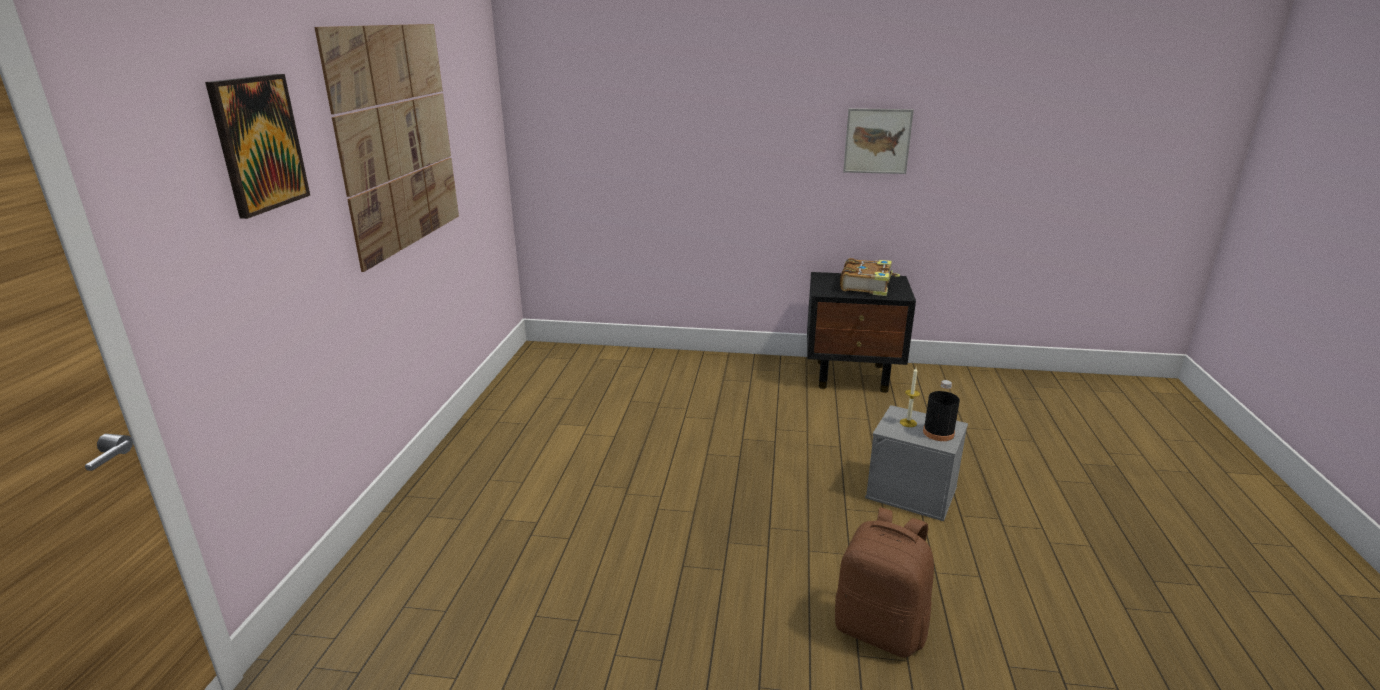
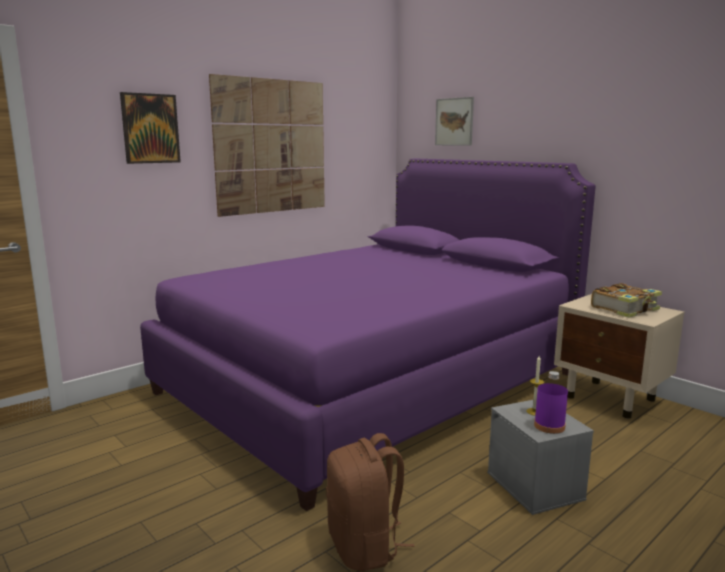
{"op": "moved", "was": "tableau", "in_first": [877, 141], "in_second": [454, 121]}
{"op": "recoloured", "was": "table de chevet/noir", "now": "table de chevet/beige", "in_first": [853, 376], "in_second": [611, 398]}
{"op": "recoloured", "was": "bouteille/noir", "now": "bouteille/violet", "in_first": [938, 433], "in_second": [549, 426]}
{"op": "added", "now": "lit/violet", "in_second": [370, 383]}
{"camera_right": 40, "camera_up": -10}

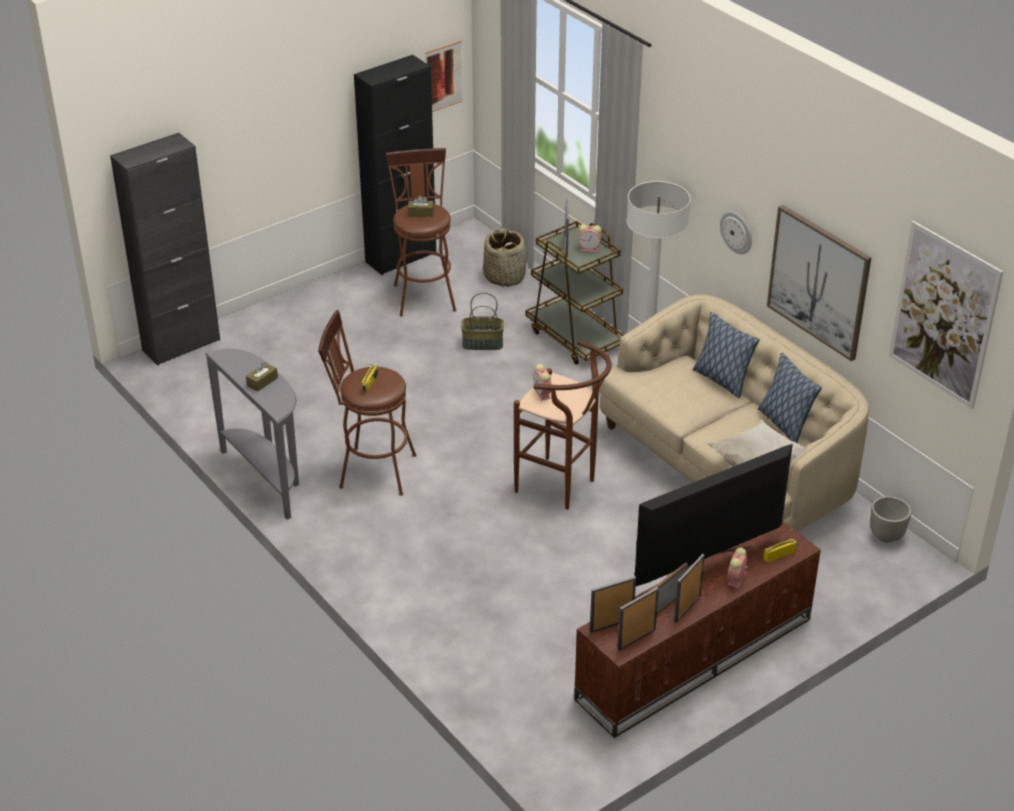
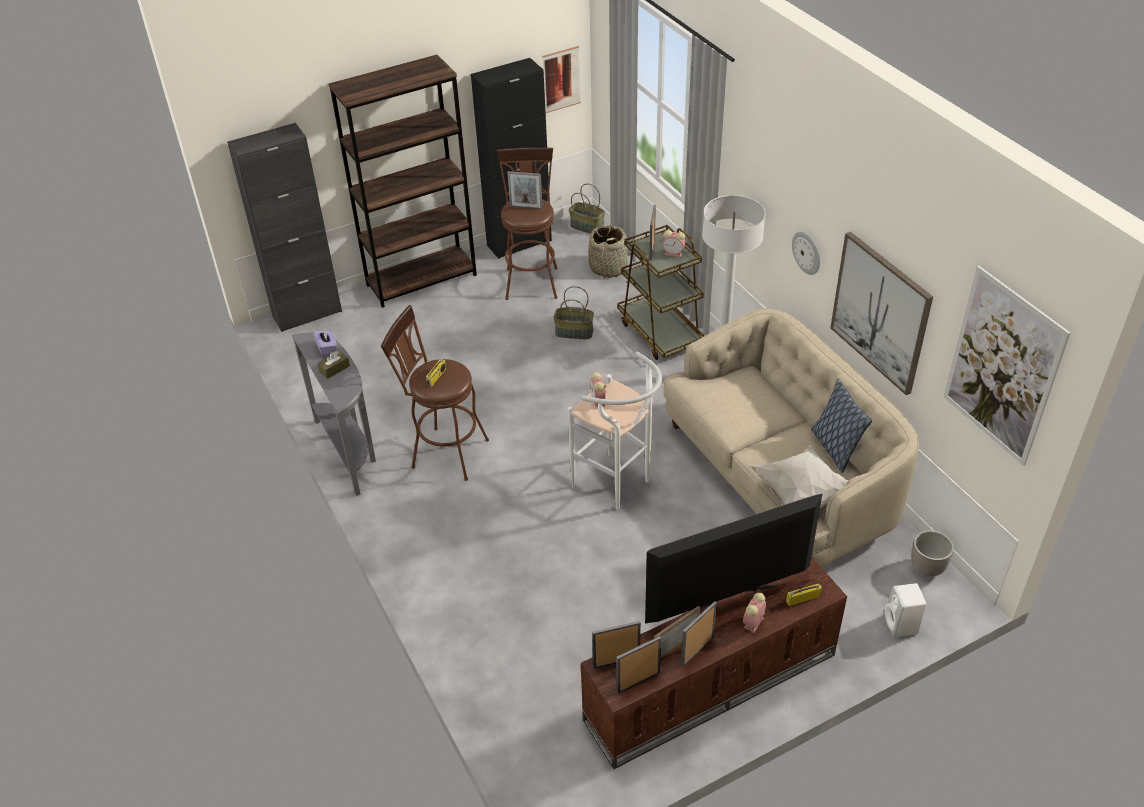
{"op": "replaced", "was": "boîte à mouchoirs/marron", "now": "cadre photo", "in_first": [420, 213], "in_second": [526, 207]}
{"op": "removed", "was": "coussin", "in_first": [721, 380]}
{"op": "recoloured", "was": "tabouret/marron", "now": "tabouret/blanc", "in_first": [562, 487], "in_second": [617, 486]}
{"op": "added", "now": "bibliothèque/marron", "in_second": [422, 280]}
{"op": "added", "now": "panier", "in_second": [587, 226]}
{"op": "added", "now": "boîte à mouchoirs/violet", "in_second": [327, 348]}
{"op": "added", "now": "enceinte/blanc", "in_second": [901, 625]}
{"camera_right": 10, "camera_up": 5}

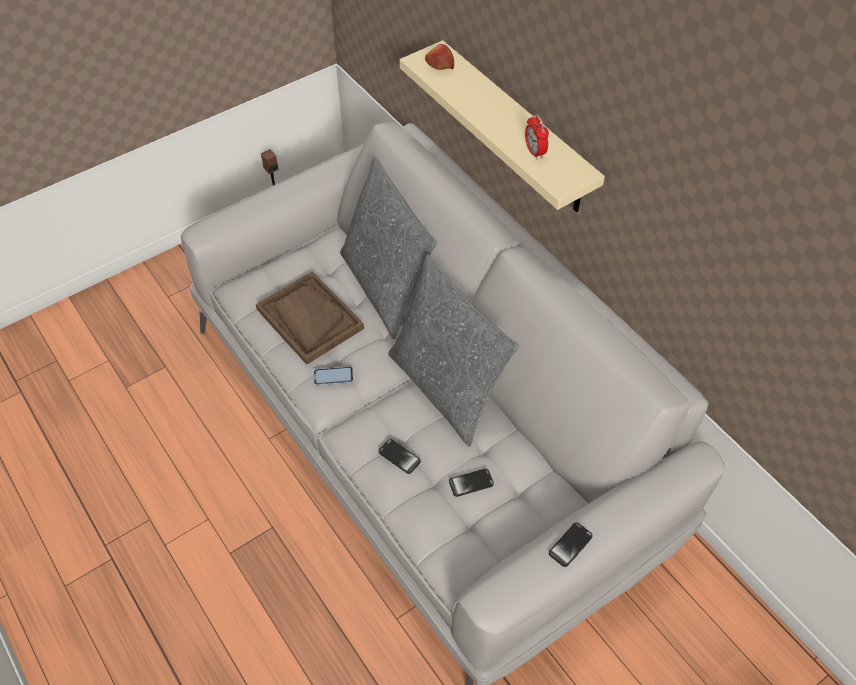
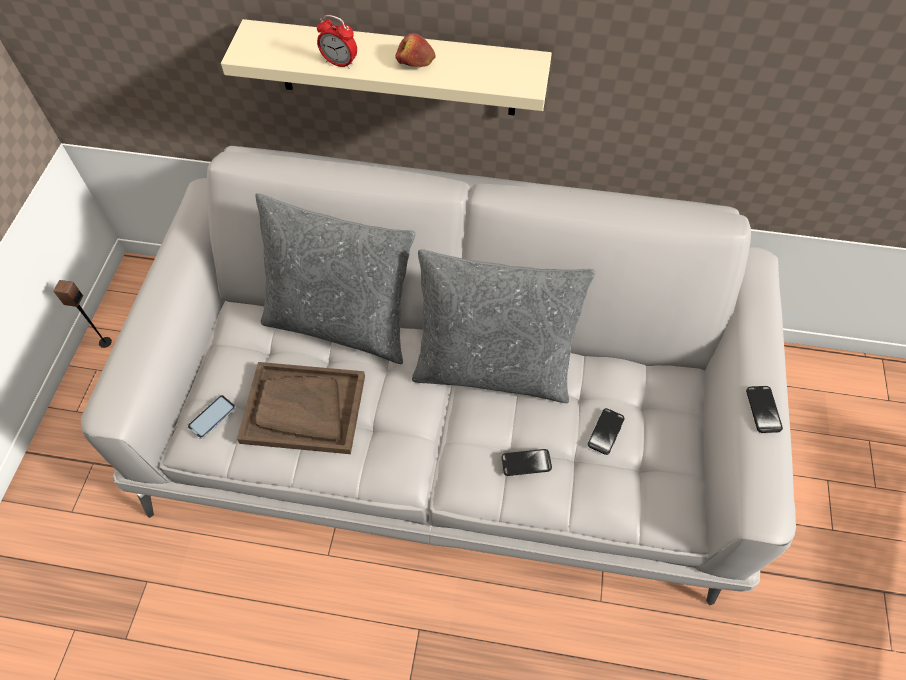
{"op": "moved", "was": "pomme", "in_first": [439, 64], "in_second": [415, 61]}
{"op": "moved", "was": "réveil", "in_first": [534, 152], "in_second": [340, 63]}
{"op": "moved", "was": "téléphone", "in_first": [333, 376], "in_second": [212, 417]}
{"camera_right": -45, "camera_up": 5}

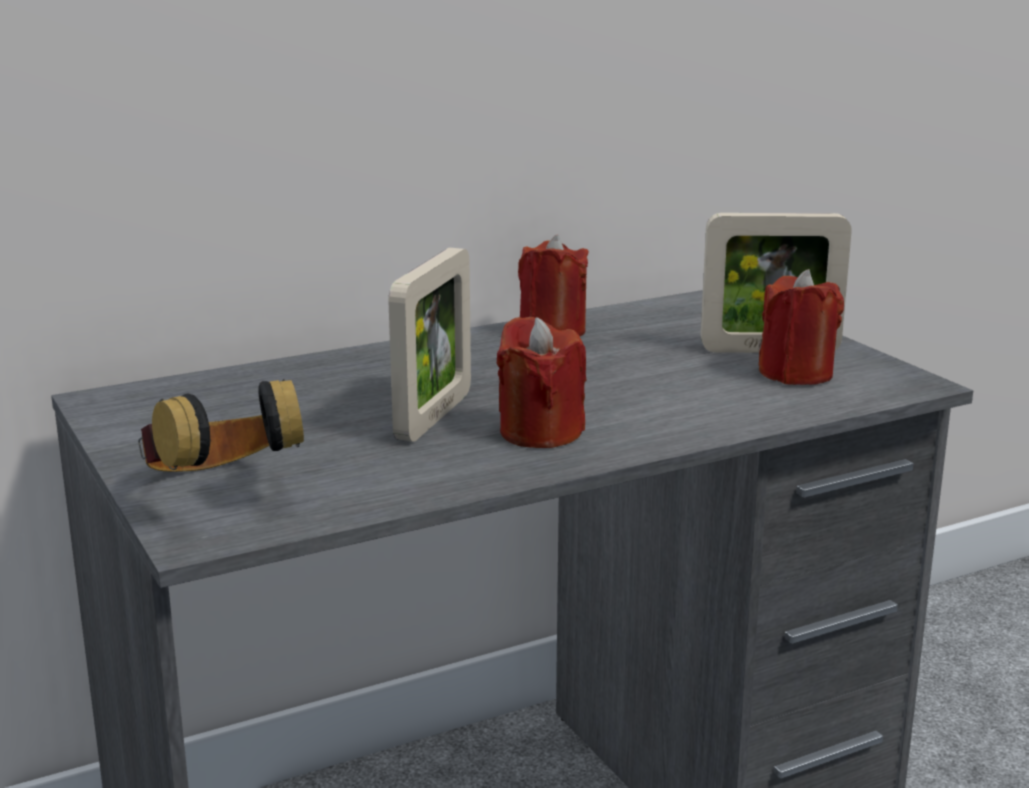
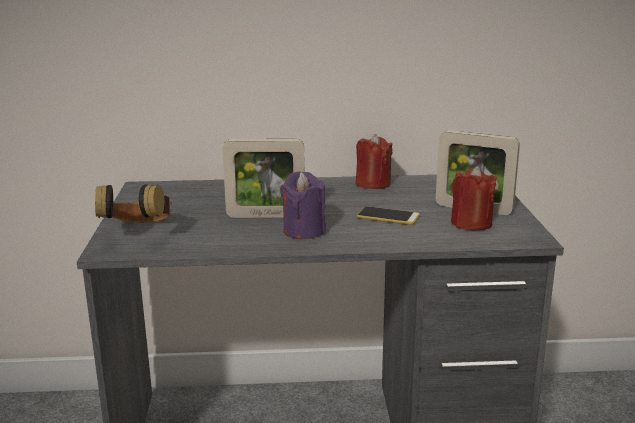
{"op": "turned", "was": "cadre photo", "in_first": [434, 416], "in_second": [265, 216], "clockwise": 45}
{"op": "recoloured", "was": "bougie/rouge", "now": "bougie/violet", "in_first": [540, 432], "in_second": [304, 231]}
{"op": "added", "now": "téléphone", "in_second": [388, 216]}
{"camera_right": 25, "camera_up": 0}

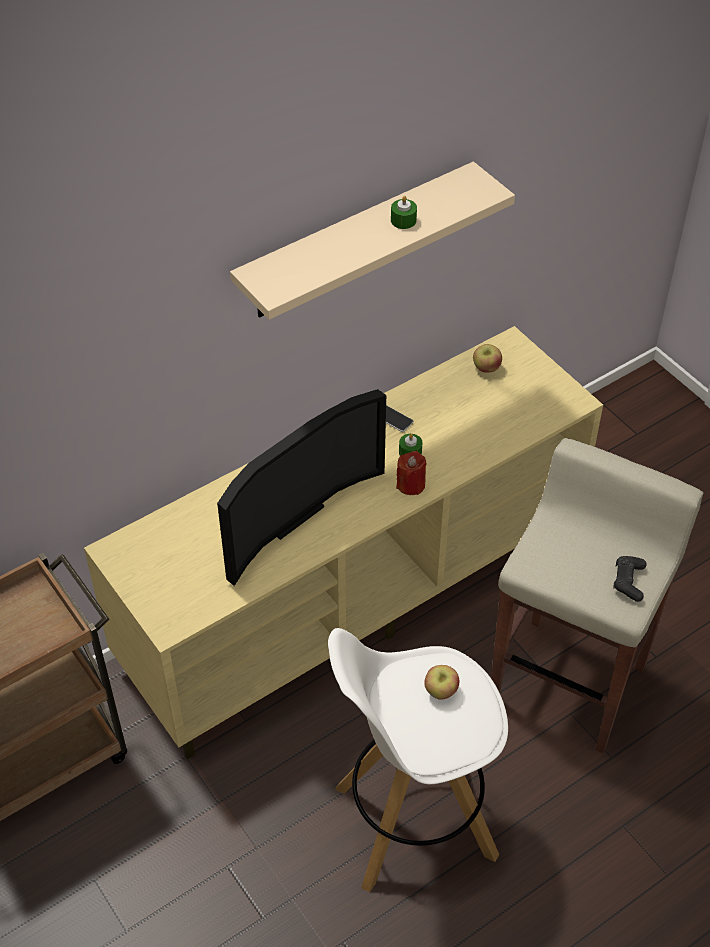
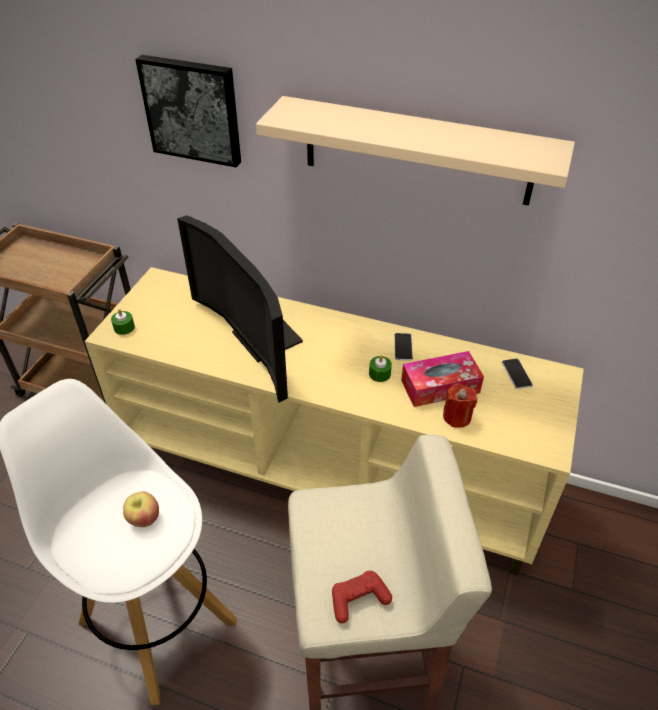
{"op": "moved", "was": "bougie/vert", "in_first": [403, 220], "in_second": [124, 327]}
{"op": "replaced", "was": "pomme", "now": "téléphone", "in_first": [486, 368], "in_second": [516, 374]}
{"op": "turned", "was": "téléviseur", "in_first": [289, 514], "in_second": [257, 340], "clockwise": 45}
{"op": "moved", "was": "bougie/rouge", "in_first": [411, 484], "in_second": [457, 417]}
{"op": "recoloured", "was": "manette/noir", "now": "manette/rouge", "in_first": [628, 581], "in_second": [358, 599]}
{"op": "added", "now": "tableau", "in_second": [193, 110]}
{"op": "added", "now": "boîte à mouchoirs", "in_second": [440, 386]}
{"camera_right": 55, "camera_up": -5}

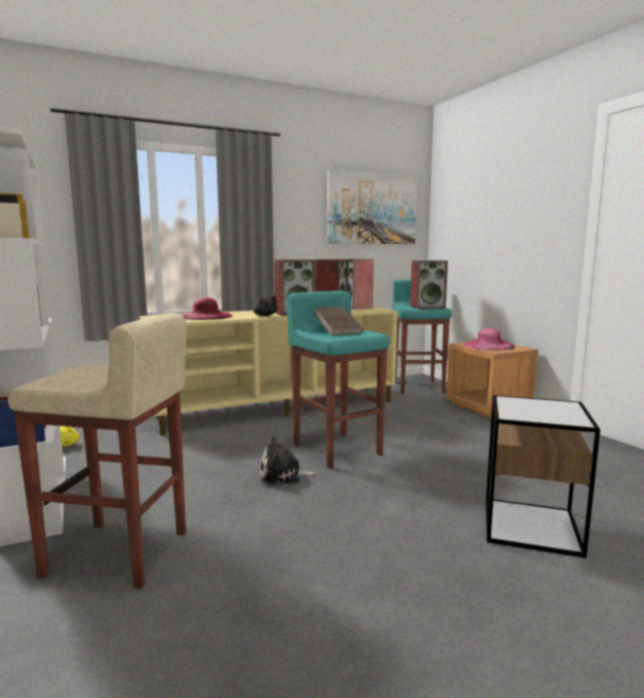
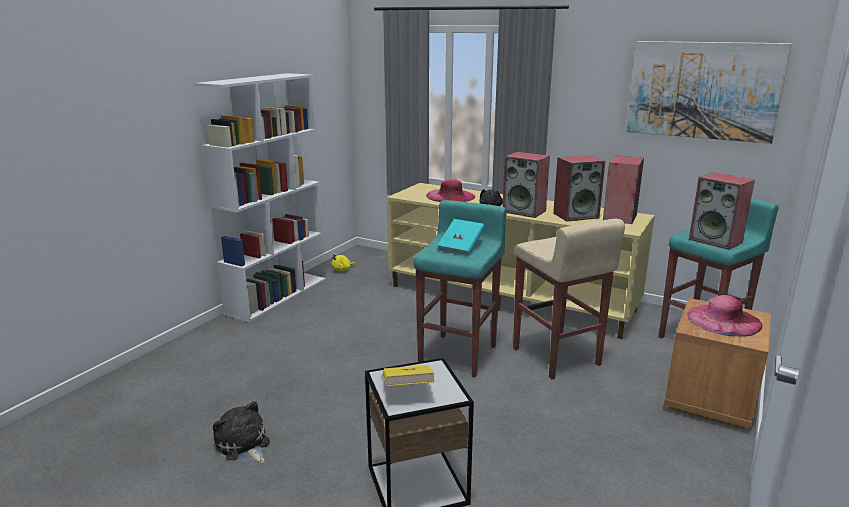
{"op": "recoloured", "was": "livre/marron", "now": "livre/turquoise", "in_first": [337, 331], "in_second": [461, 247]}
{"op": "moved", "was": "tabouret/beige", "in_first": [118, 554], "in_second": [556, 357]}
{"op": "moved", "was": "peluche", "in_first": [283, 476], "in_second": [243, 446]}
{"op": "added", "now": "livre/jaune", "in_second": [407, 389]}
{"camera_right": 55, "camera_up": 10}

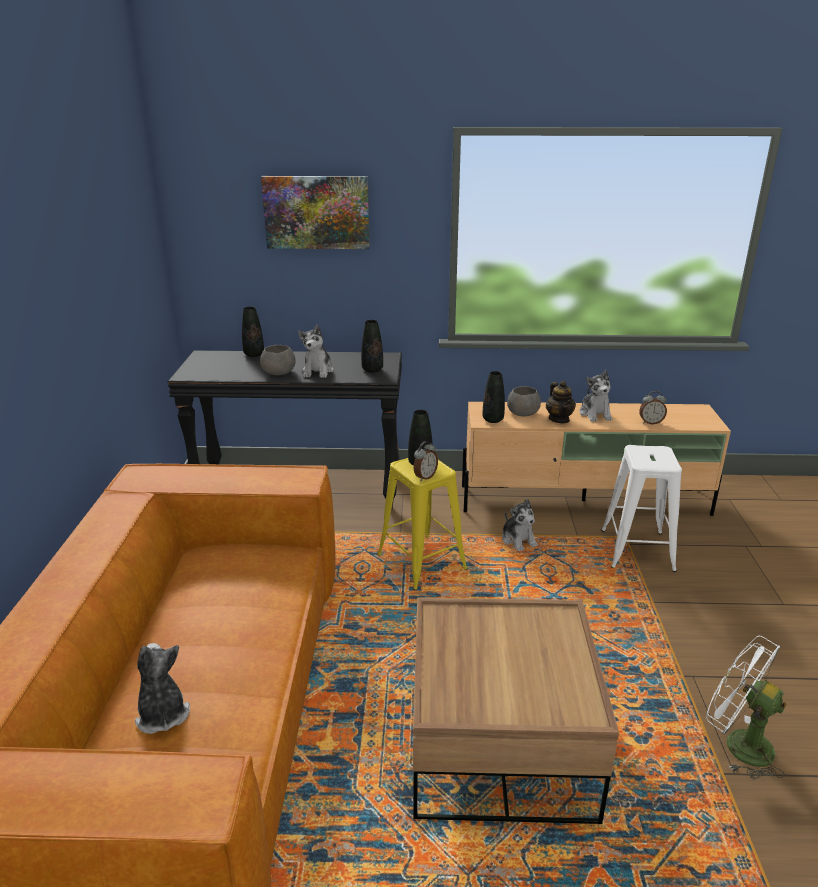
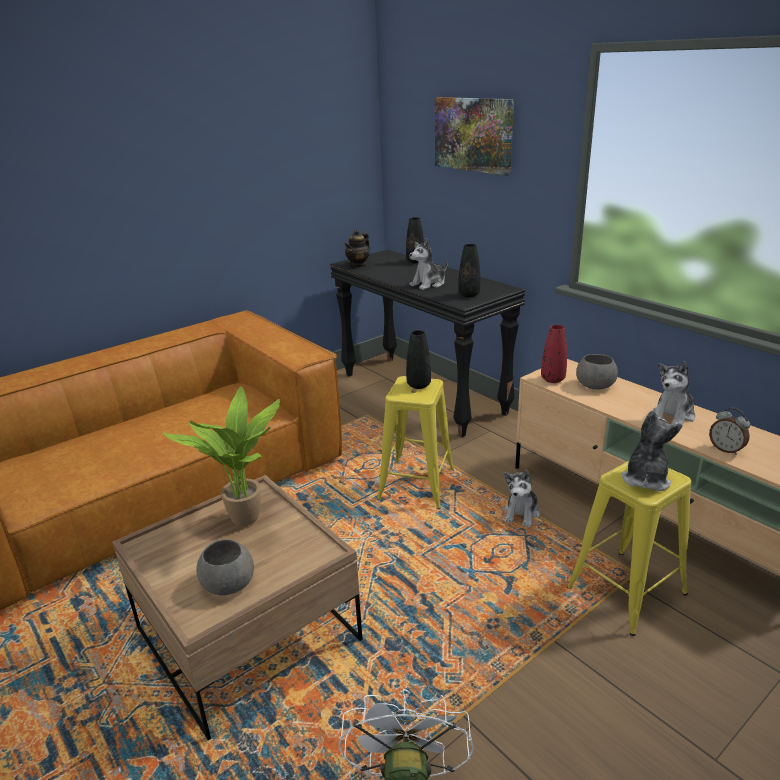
{"op": "moved", "was": "bol/gris", "in_first": [279, 372], "in_second": [229, 584]}
{"op": "recoloured", "was": "vase/noir", "now": "vase/rouge", "in_first": [493, 420], "in_second": [552, 379]}
{"op": "moved", "was": "théière", "in_first": [559, 419], "in_second": [358, 265]}
{"op": "removed", "was": "réveil", "in_first": [425, 477]}
{"op": "recoloured", "was": "tabouret/blanc", "now": "tabouret/jaune", "in_first": [637, 550], "in_second": [626, 591]}
{"op": "moved", "was": "peluche", "in_first": [162, 714], "in_second": [645, 479]}
{"op": "added", "now": "plante en pot", "in_second": [249, 521]}
{"camera_right": 50, "camera_up": 0}

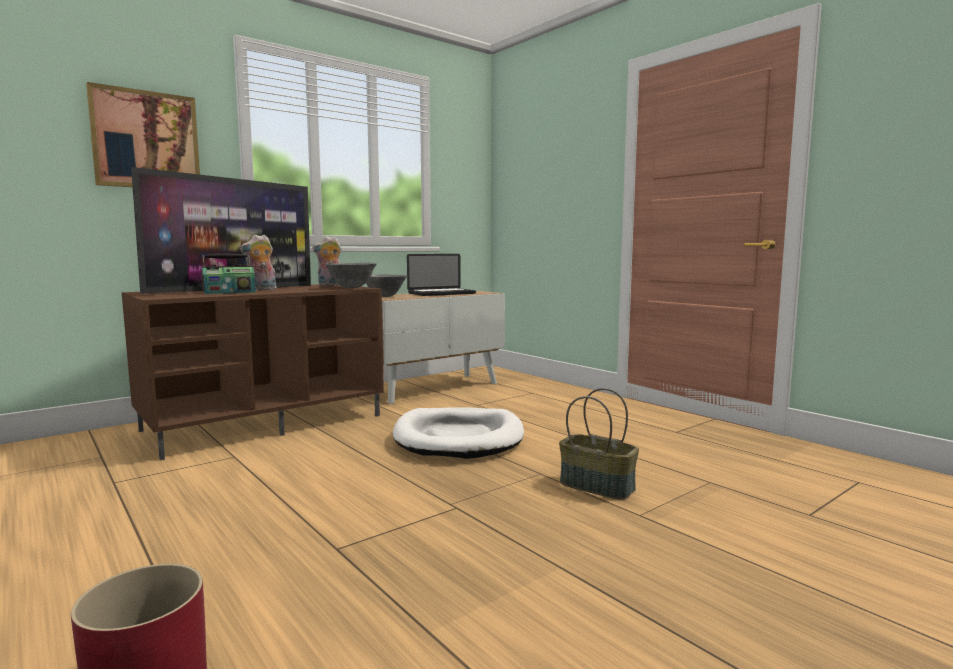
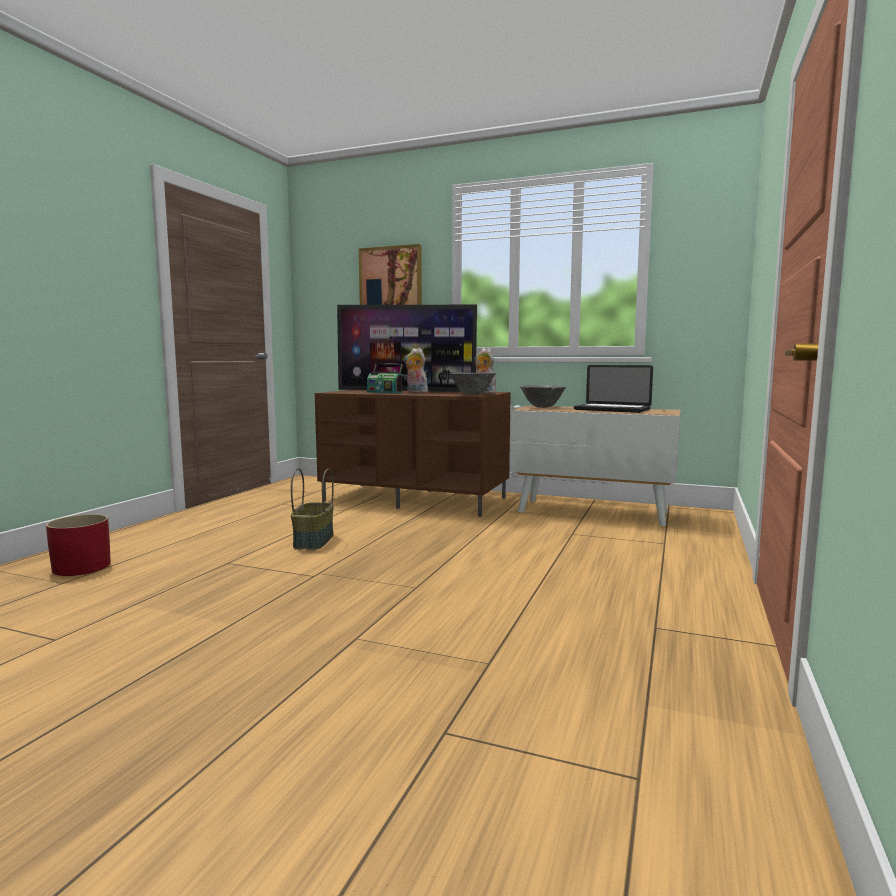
{"op": "moved", "was": "panier", "in_first": [598, 486], "in_second": [314, 541]}
{"op": "removed", "was": "panier pour chien/blanc", "in_first": [458, 438]}
{"camera_right": 60, "camera_up": 0}

